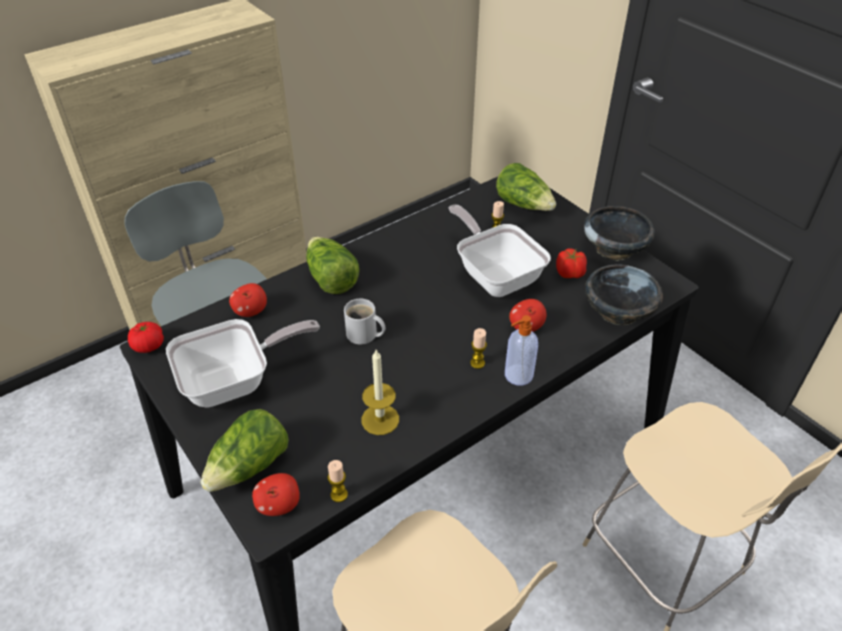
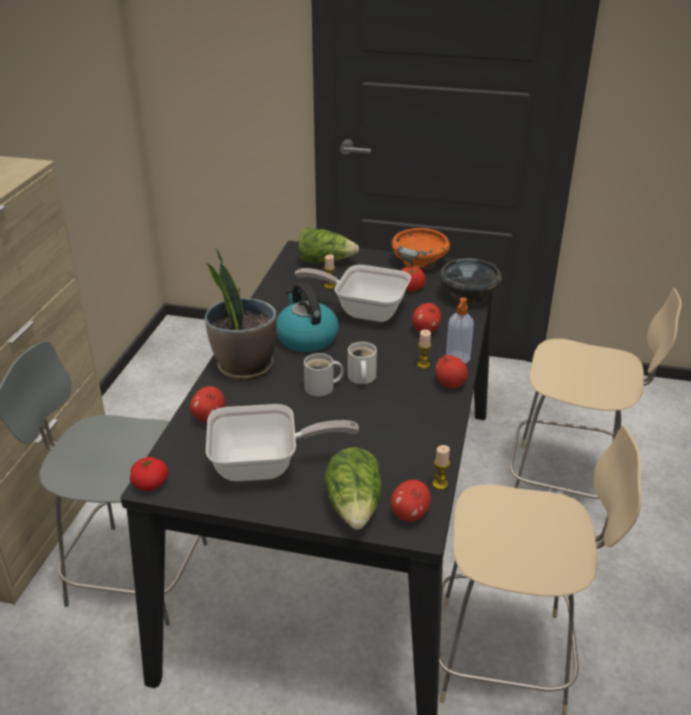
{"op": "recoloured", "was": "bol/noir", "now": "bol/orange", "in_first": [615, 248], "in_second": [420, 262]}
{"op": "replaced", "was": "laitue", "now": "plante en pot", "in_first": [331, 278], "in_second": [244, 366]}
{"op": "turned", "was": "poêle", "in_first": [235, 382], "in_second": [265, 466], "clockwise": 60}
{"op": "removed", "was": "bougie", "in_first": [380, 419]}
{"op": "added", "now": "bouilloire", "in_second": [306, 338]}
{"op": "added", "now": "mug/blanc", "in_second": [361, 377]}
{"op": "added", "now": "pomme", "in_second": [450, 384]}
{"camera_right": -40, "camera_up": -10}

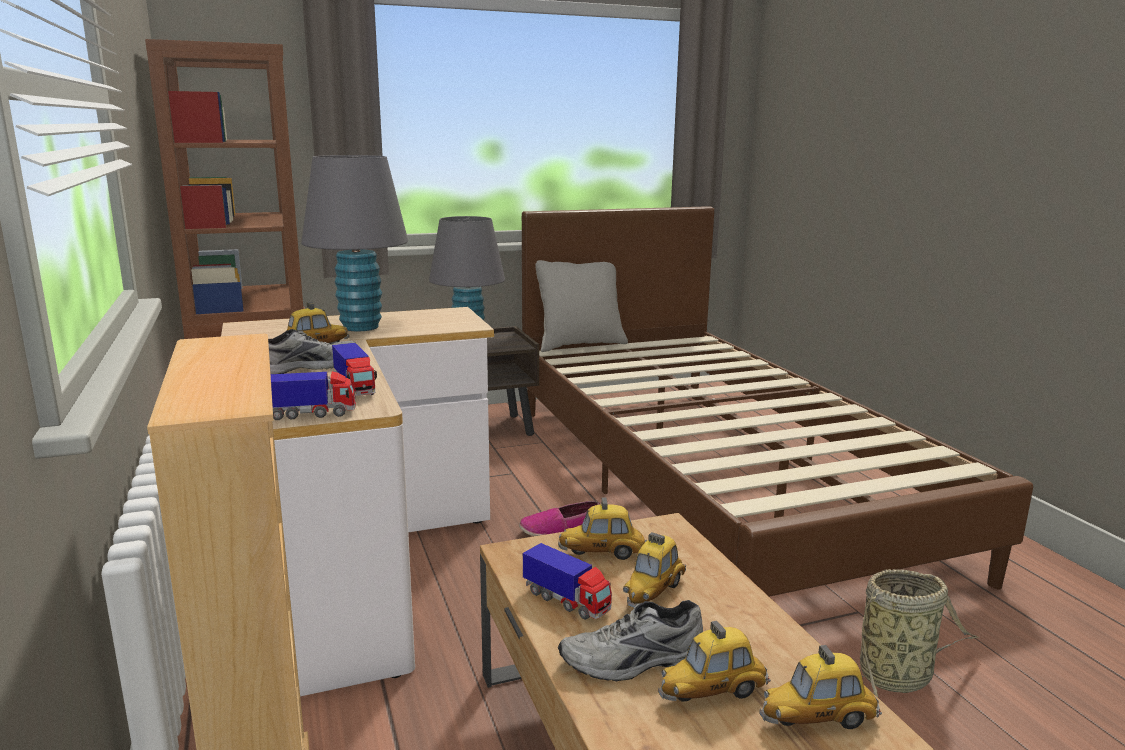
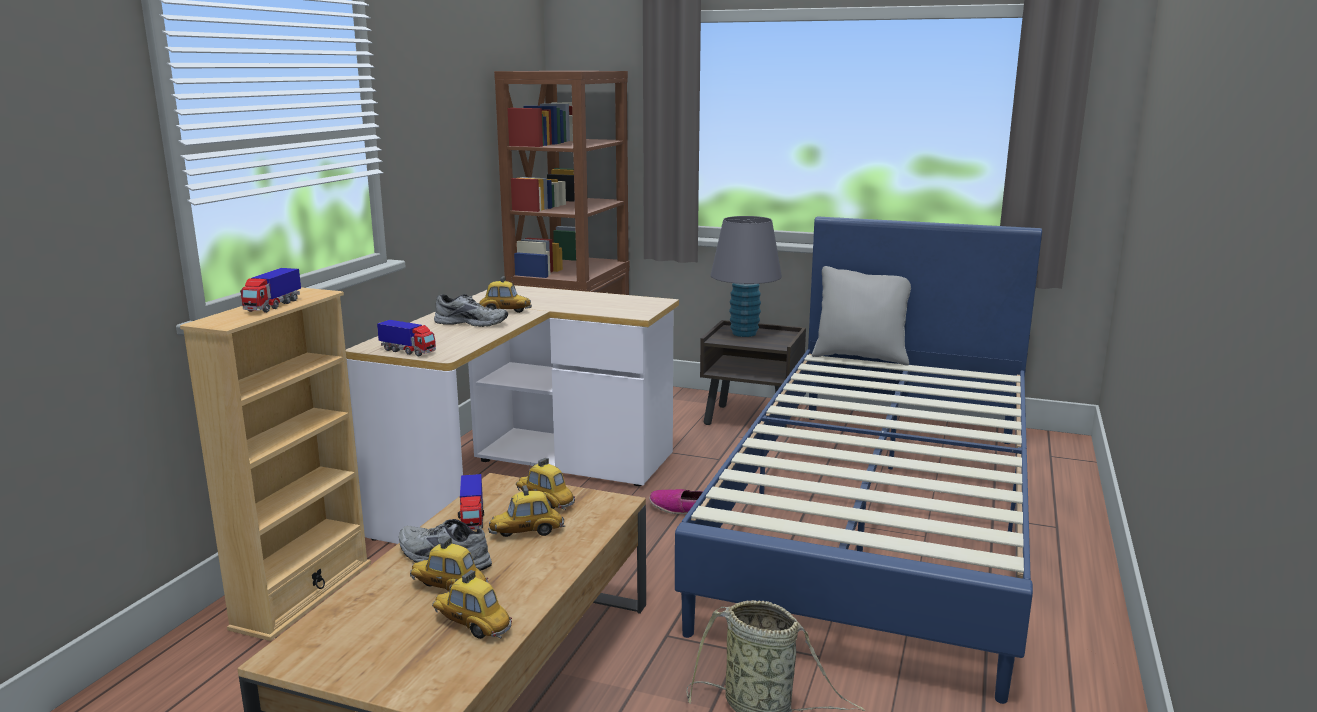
{"op": "removed", "was": "lampe de table/gris", "in_first": [360, 327]}
{"op": "recoloured", "was": "lit/marron", "now": "lit/bleu", "in_first": [711, 480], "in_second": [880, 517]}
{"op": "moved", "was": "camion jouet", "in_first": [355, 388], "in_second": [272, 306]}
{"camera_right": 40, "camera_up": 0}

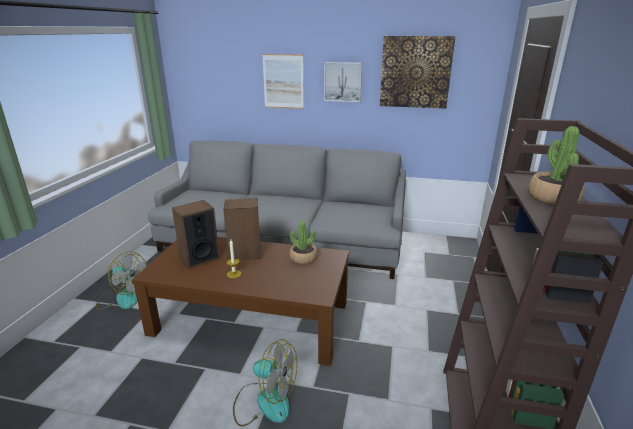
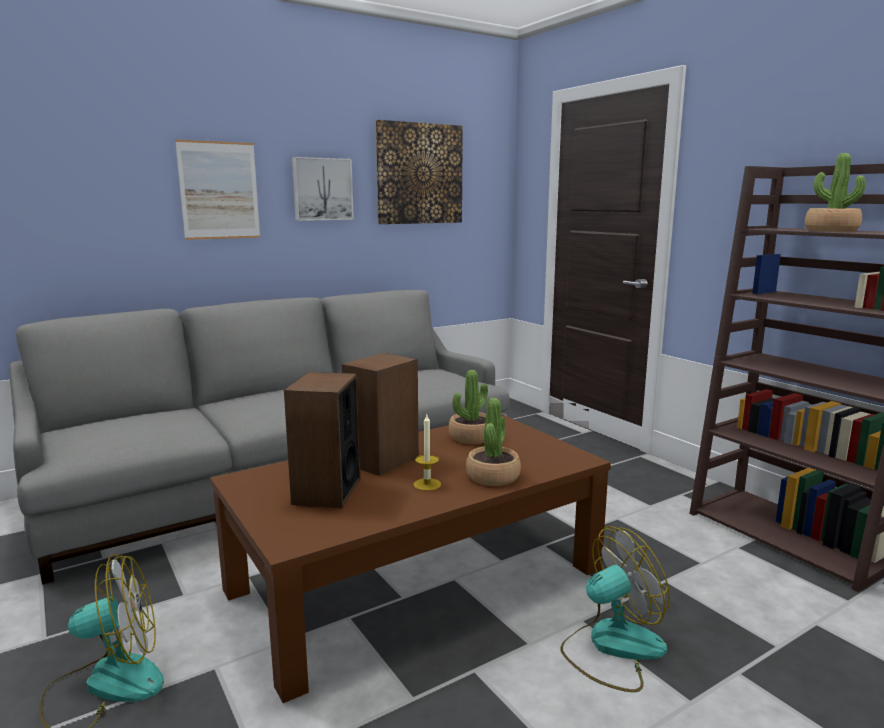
{"op": "added", "now": "plante en pot", "in_second": [493, 476]}
{"camera_right": -45, "camera_up": -10}

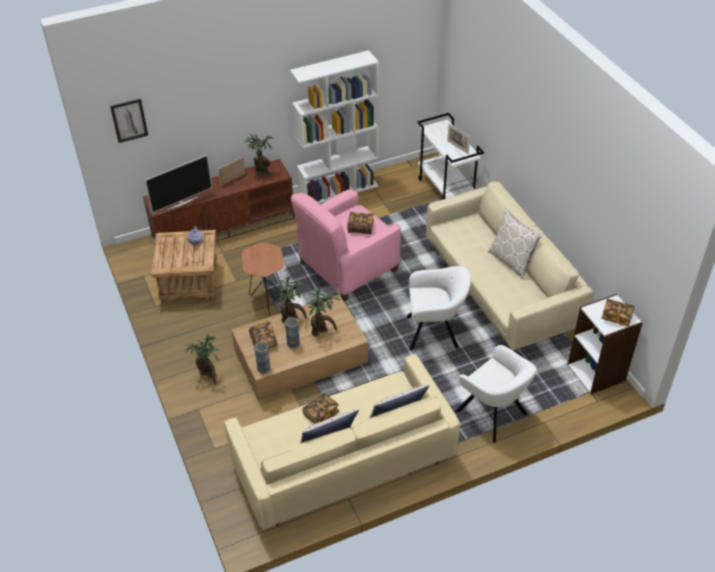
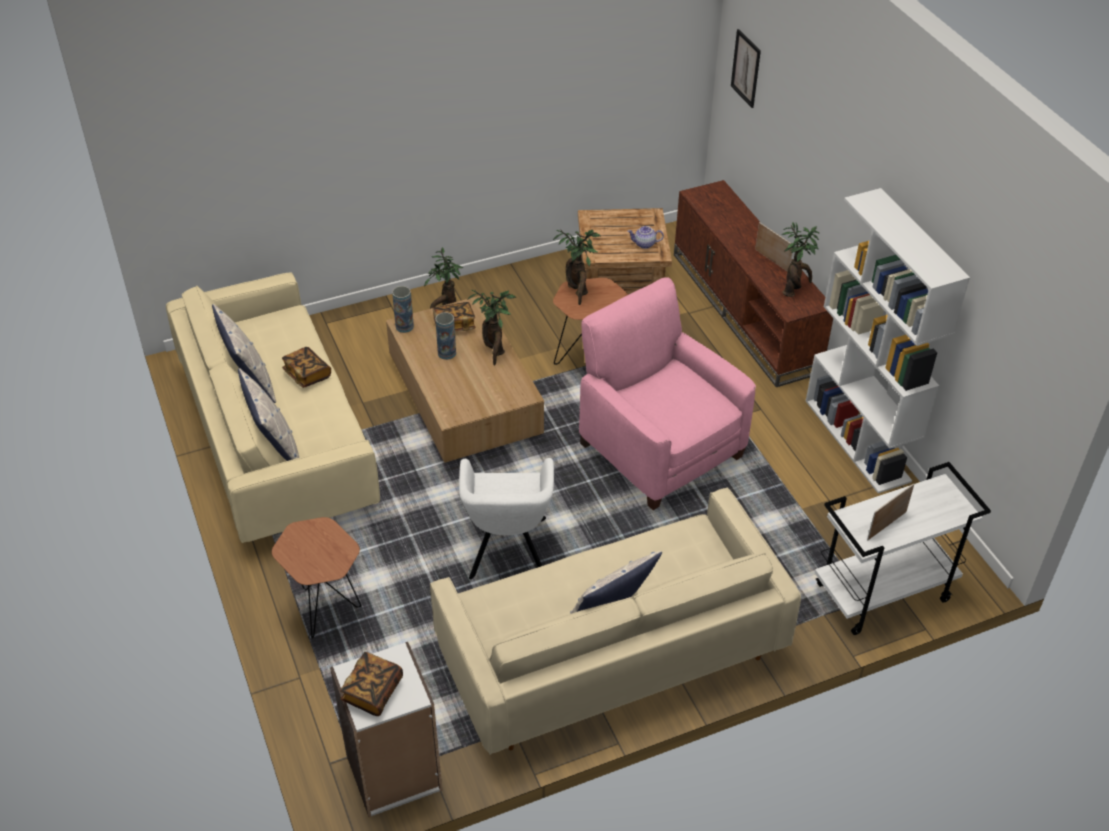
{"op": "removed", "was": "téléviseur", "in_first": [181, 203]}
{"op": "removed", "was": "livre", "in_first": [360, 228]}
{"op": "moved", "was": "plante en pot", "in_first": [322, 331], "in_second": [577, 292]}
{"op": "replaced", "was": "fauteuil/blanc", "now": "table d'appoint/marron", "in_first": [493, 414], "in_second": [326, 612]}
{"camera_right": 90, "camera_up": 0}

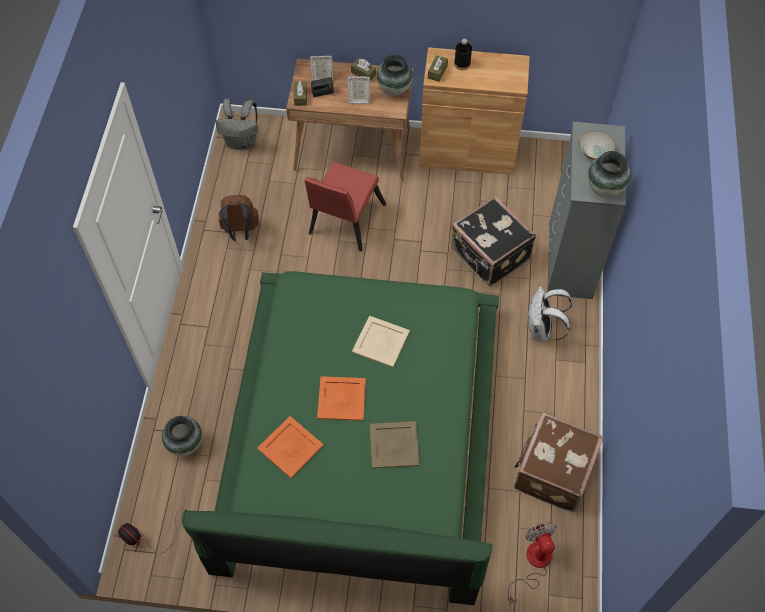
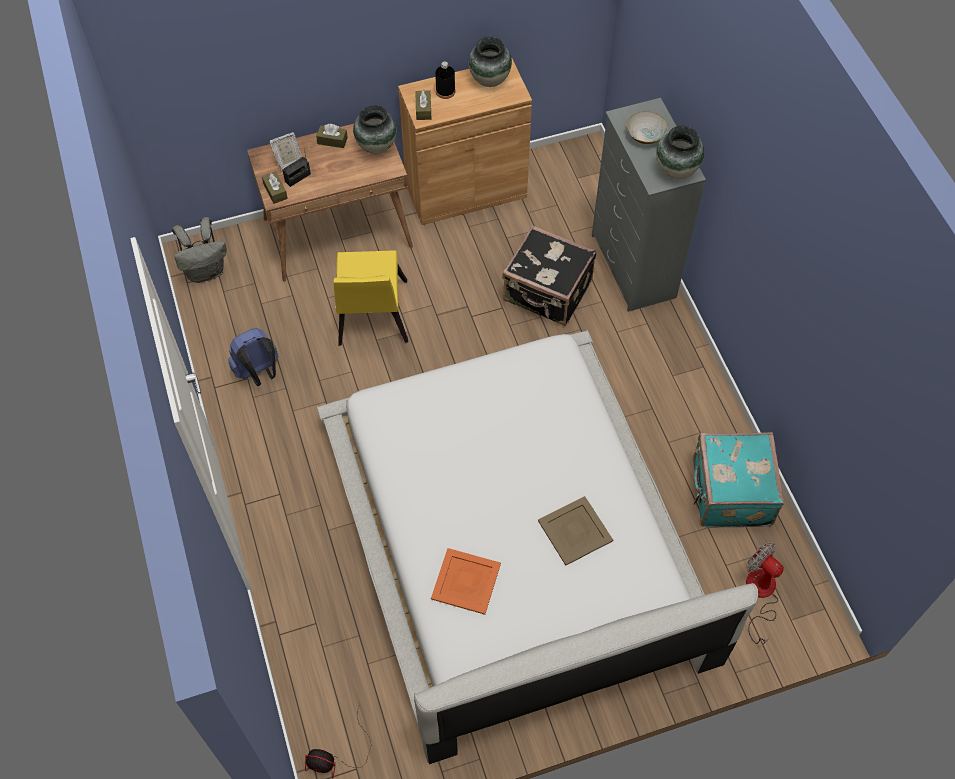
{"op": "removed", "was": "cadre photo", "in_first": [359, 99]}
{"op": "recoloured", "was": "chaise/rouge", "now": "chaise/jaune", "in_first": [344, 222], "in_second": [371, 317]}
{"op": "recoloured", "was": "sac à dos/marron", "now": "sac à dos/bleu", "in_first": [240, 231], "in_second": [259, 373]}
{"op": "recoloured", "was": "lit/vert", "now": "lit/blanc", "in_first": [361, 435], "in_second": [514, 540]}
{"op": "removed", "was": "sac à dos/blanc", "in_first": [542, 330]}
{"op": "removed", "was": "plateau/beige", "in_first": [381, 342]}
{"op": "removed", "was": "plateau/orange", "in_first": [341, 399]}
{"op": "recoloured", "was": "valise/marron", "now": "valise/turquoise", "in_first": [552, 472], "in_second": [729, 493]}
{"op": "moved", "was": "vase", "in_first": [185, 444], "in_second": [489, 80]}
{"camera_right": -25, "camera_up": 0}

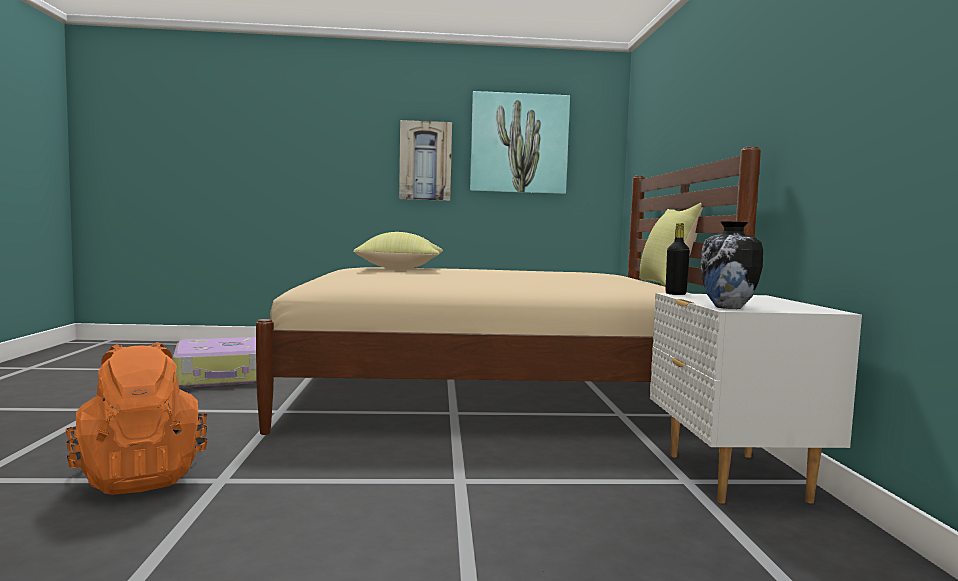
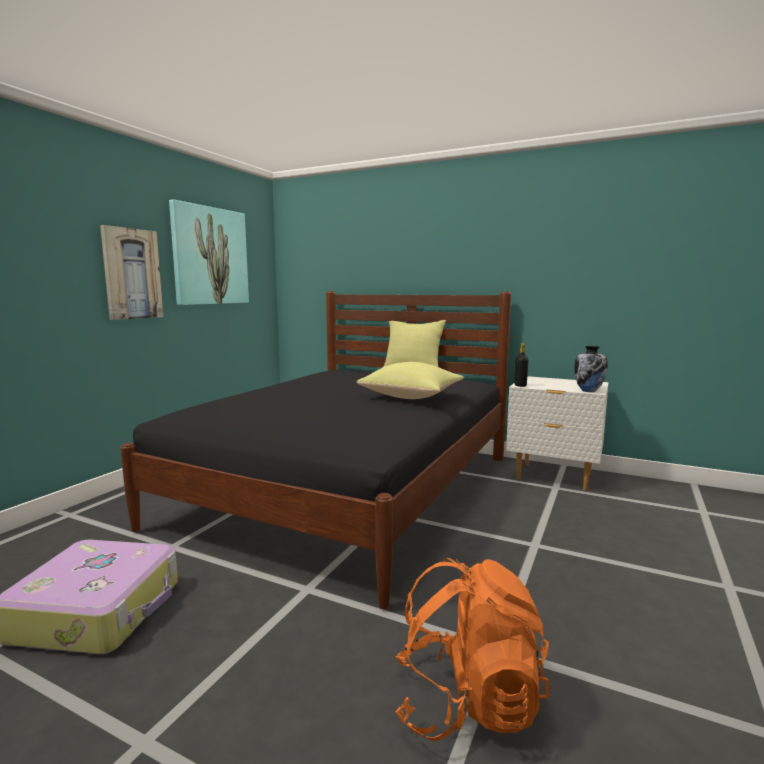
{"op": "recoloured", "was": "lit/beige", "now": "lit/noir", "in_first": [489, 392], "in_second": [348, 489]}
{"op": "moved", "was": "coussin/jaune", "in_first": [401, 269], "in_second": [412, 397]}
{"camera_right": -60, "camera_up": 5}

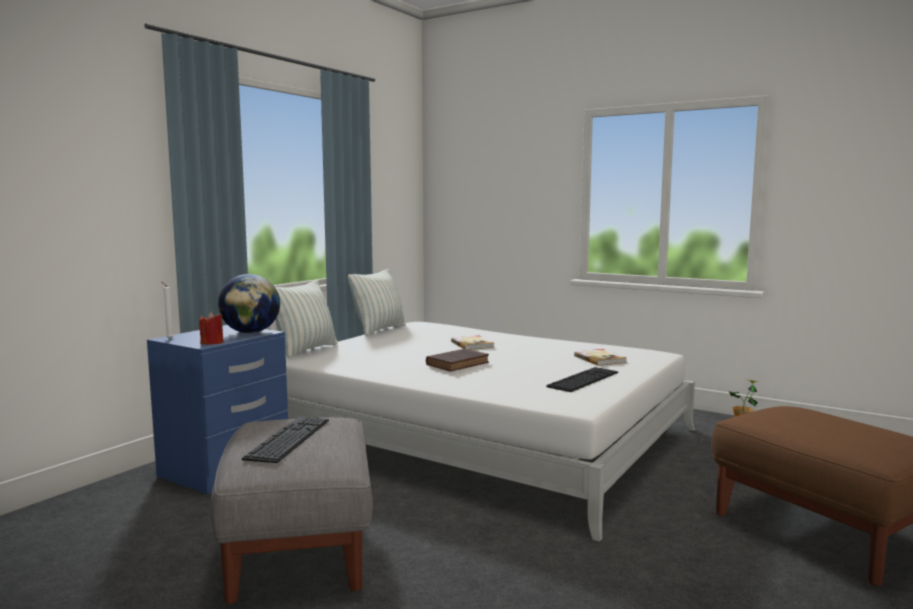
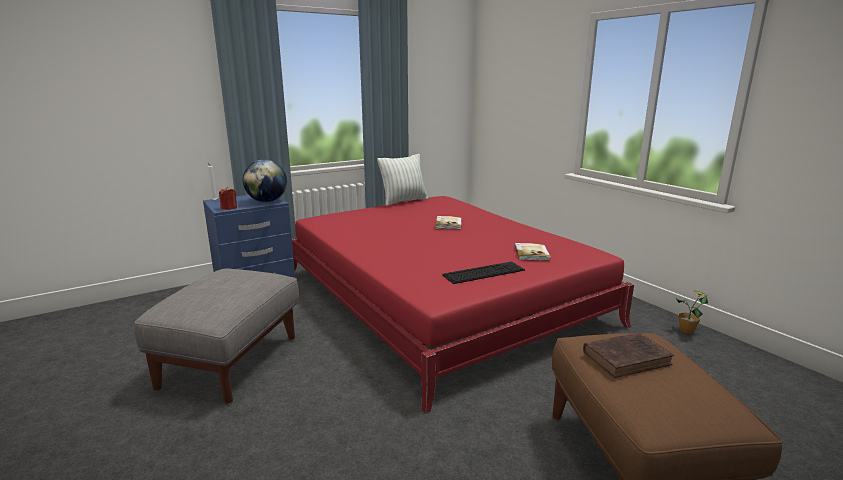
{"op": "removed", "was": "coussin", "in_first": [305, 350]}
{"op": "recoloured", "was": "lit/blanc", "now": "lit/rouge", "in_first": [477, 436], "in_second": [439, 297]}
{"op": "moved", "was": "livre/marron", "in_first": [459, 363], "in_second": [628, 358]}
{"op": "removed", "was": "clavier", "in_first": [289, 438]}
{"camera_right": 25, "camera_up": 10}

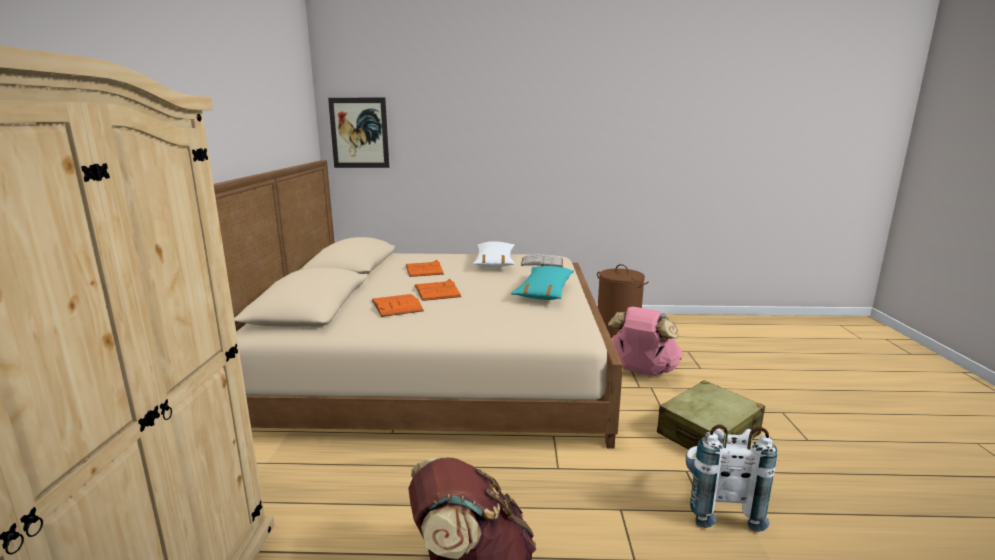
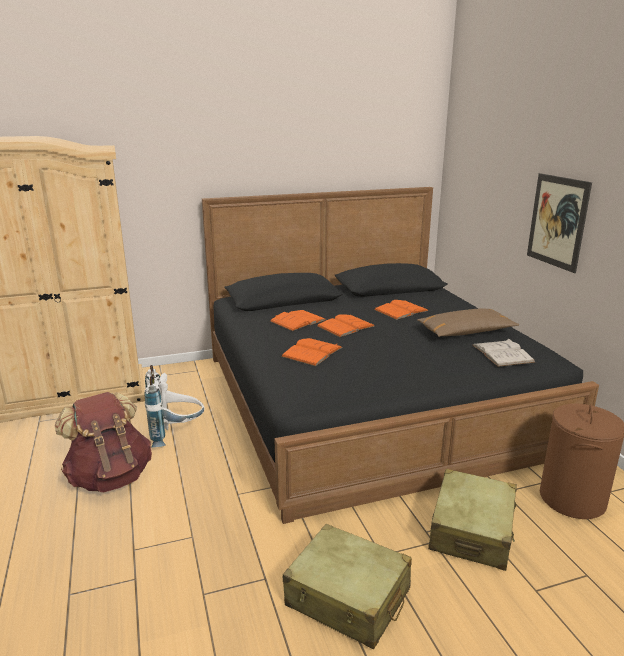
{"op": "moved", "was": "tableau", "in_first": [359, 133], "in_second": [557, 221]}
{"op": "recoloured", "was": "lit/beige", "now": "lit/noir", "in_first": [438, 365], "in_second": [369, 400]}
{"op": "recoloured", "was": "coussin/blanc", "now": "coussin/marron", "in_first": [494, 262], "in_second": [465, 332]}
{"op": "removed", "was": "coussin/turquoise", "in_first": [544, 292]}
{"op": "replaced", "was": "sac à dos/rose", "now": "valise/beige", "in_first": [641, 371], "in_second": [472, 530]}
{"op": "moved", "was": "sac à dos/blanc", "in_first": [717, 506], "in_second": [176, 435]}
{"op": "added", "now": "livre/orange", "in_second": [312, 352]}
{"camera_right": 70, "camera_up": 5}

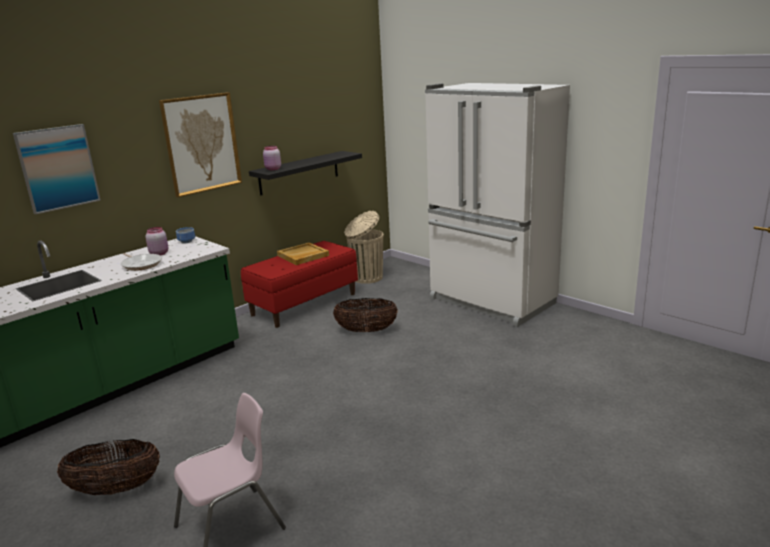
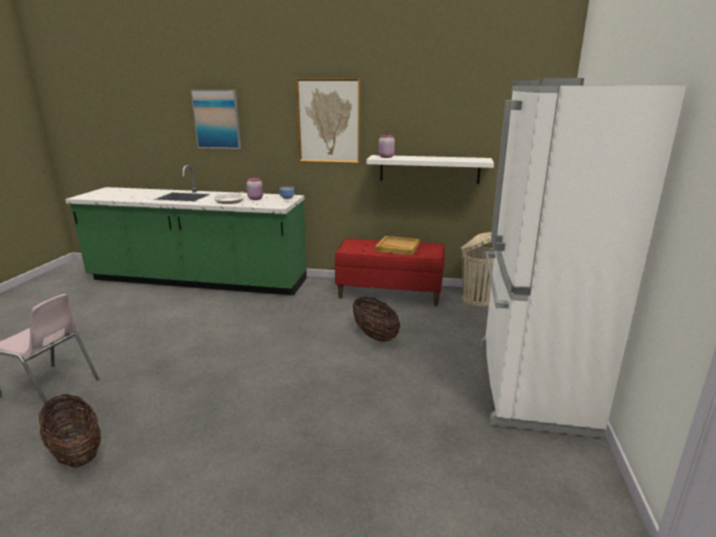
{"op": "recoloured", "was": "étagère/noir", "now": "étagère/blanc", "in_first": [299, 172], "in_second": [429, 169]}
{"op": "moved", "was": "panier", "in_first": [115, 489], "in_second": [76, 452]}
{"camera_right": 55, "camera_up": 0}

